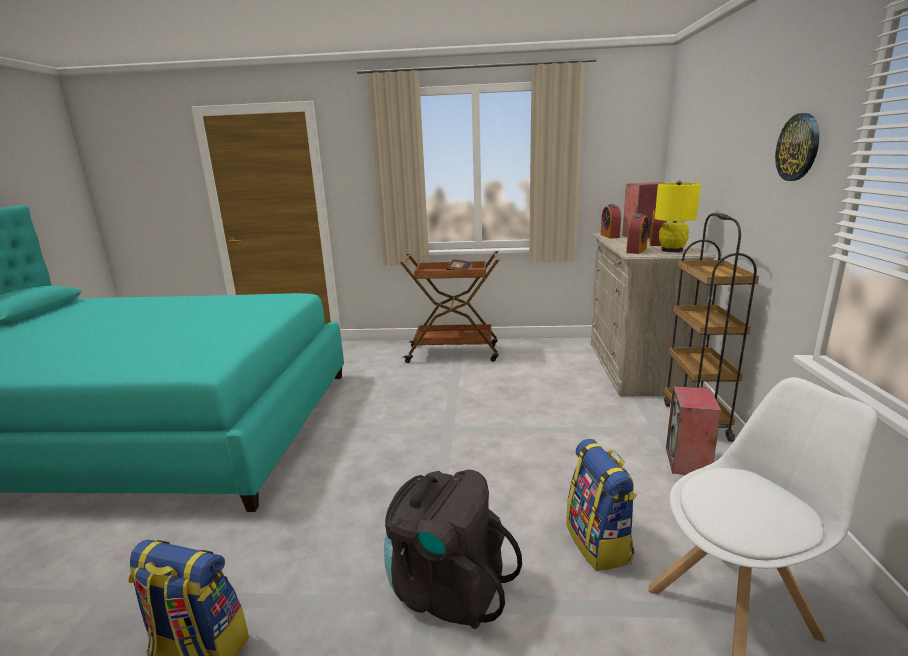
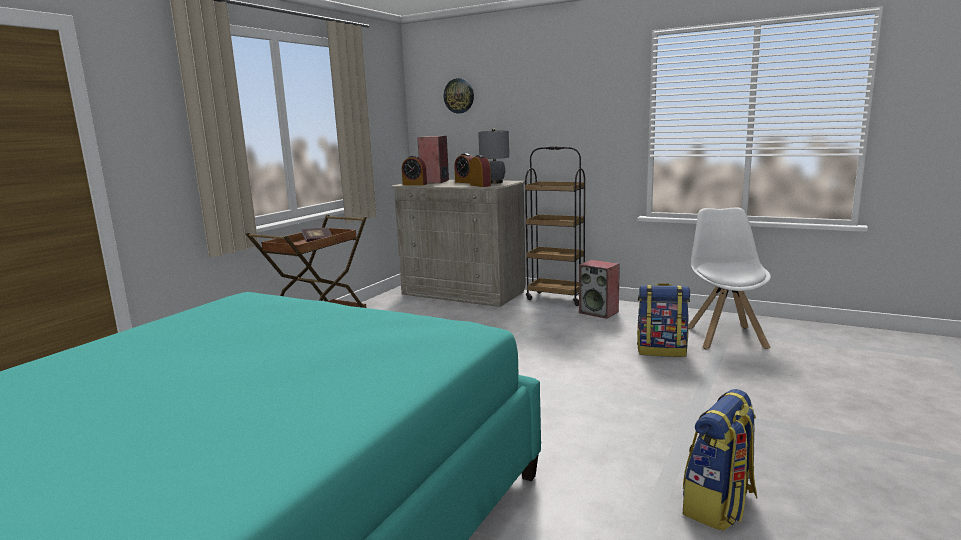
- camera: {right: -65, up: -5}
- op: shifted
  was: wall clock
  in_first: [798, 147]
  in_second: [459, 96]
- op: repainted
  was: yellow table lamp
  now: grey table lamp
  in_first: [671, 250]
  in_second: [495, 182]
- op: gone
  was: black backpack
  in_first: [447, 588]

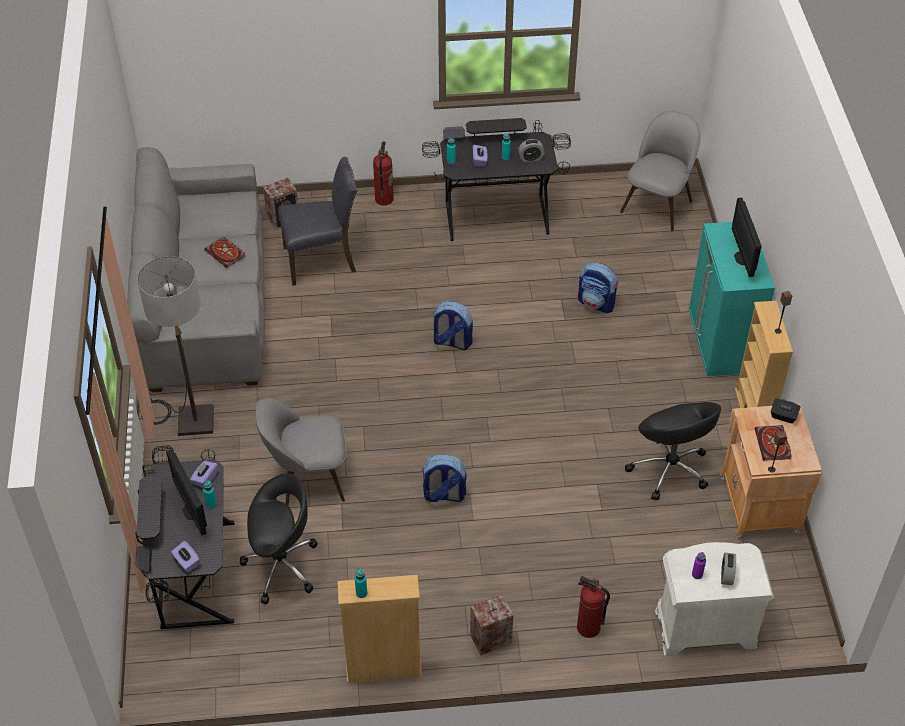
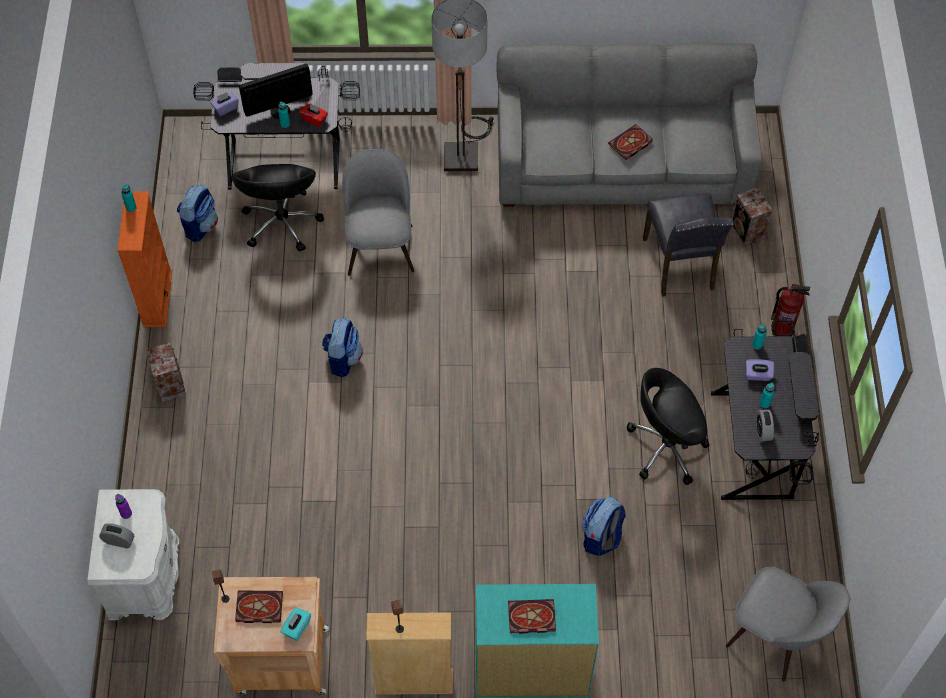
- camera: {right: 95, up: 10}
- op: swapped
  was: monitor
  now: book
  in_first: [743, 258]
  in_second: [530, 618]
- op: shifted
  was: backpack
  in_first: [451, 342]
  in_second: [200, 226]
- op: repainted
  was: black tissue box
  now: turquoise tissue box
  in_first: [783, 416]
  in_second: [296, 627]
- op: shifted
  was: black office chair
  in_first: [670, 471]
  in_second: [664, 448]
- op: repainted
  was: purple tissue box
  now: red tissue box
  in_first: [205, 479]
  in_second: [314, 119]
- op: repainted
  was: beige bookcase
  now: orange bookcase
  in_first: [383, 669]
  in_second: [157, 298]
- op: gone
  was: fire extinguisher
  in_first: [588, 628]

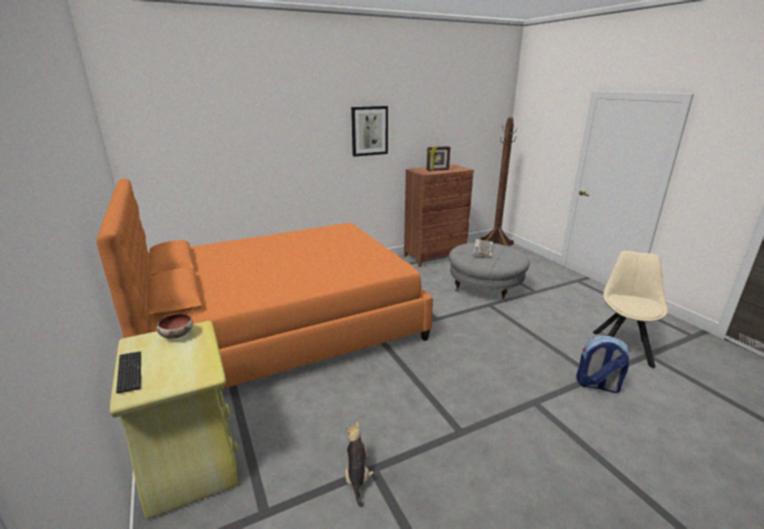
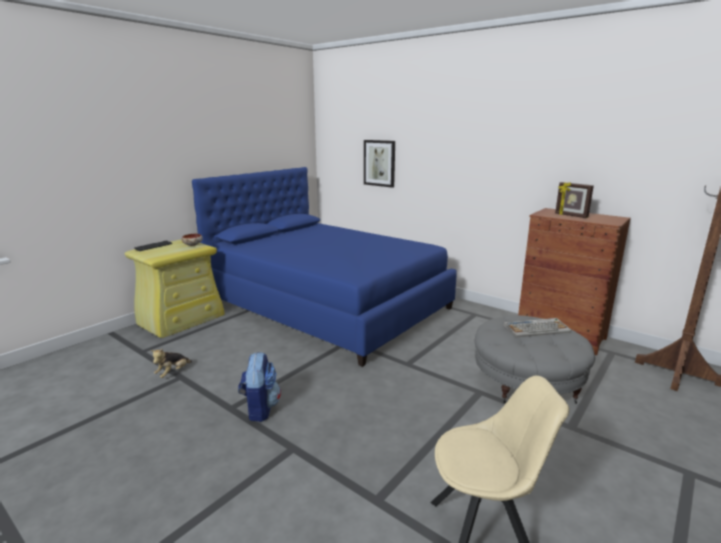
- camera: {right: 65, up: -5}
- op: shifted
  was: picture
  in_first: [369, 131]
  in_second: [379, 163]
- op: repainted
  was: orange bed
  now: blue bed
  in_first: [283, 327]
  in_second: [327, 304]
- op: shifted
  was: backpack
  in_first: [597, 385]
  in_second: [260, 409]
- op: rotated
  was: plush toy
  in_first: [357, 476]
  in_second: [173, 373]
  clockwise: 150

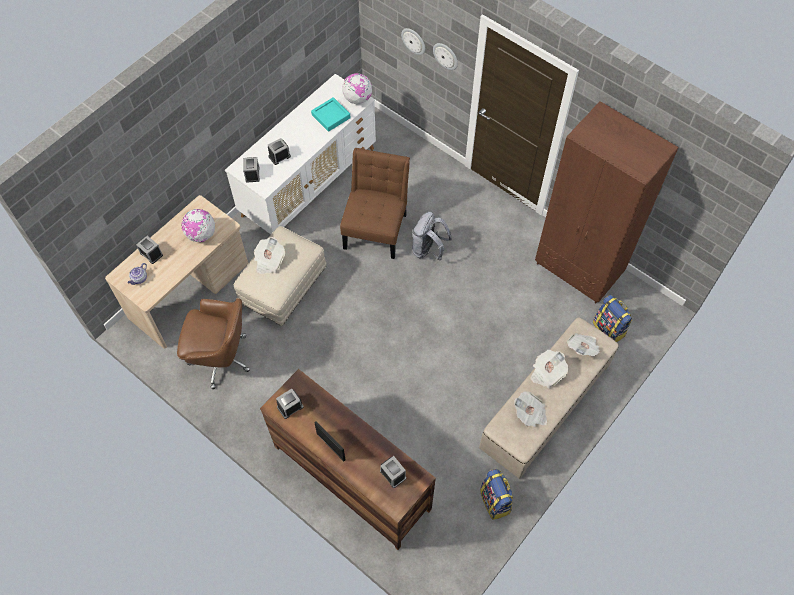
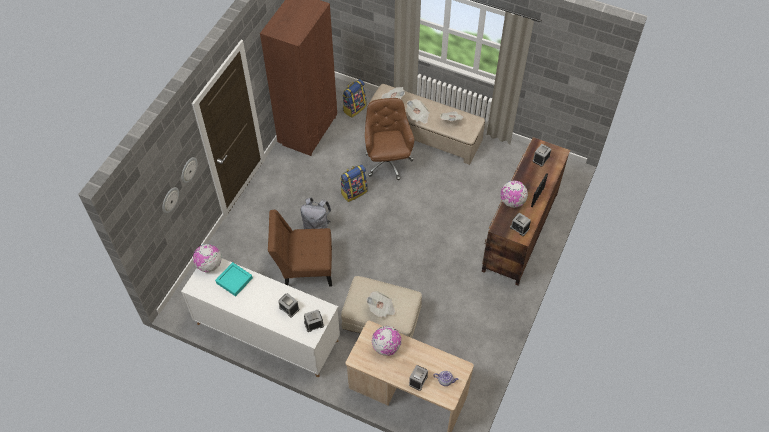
- camera: {right: -105, up: -5}
- op: shifted
  was: brown office chair
  in_first: [221, 358]
  in_second: [388, 162]
- op: shifted
  was: backpack
  in_first: [495, 501]
  in_second: [354, 191]
- op: new
  now: globe
  in_second: [512, 202]

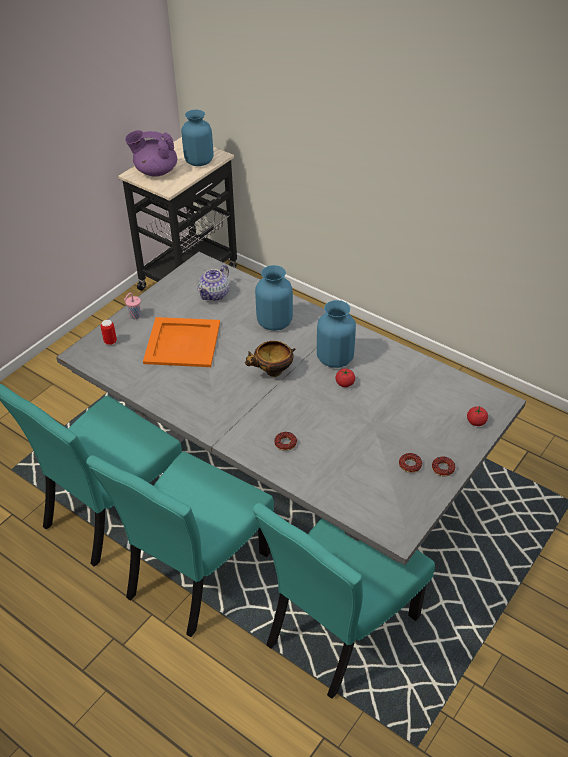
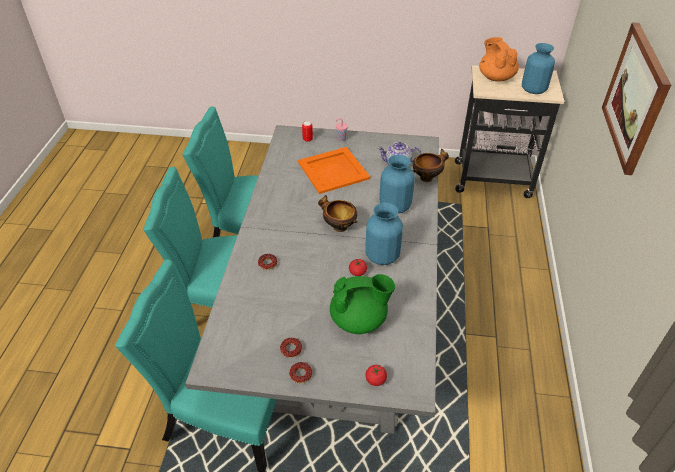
- camera: {right: 60, up: 0}
- op: repainted
  was: purple teapot
  now: orange teapot
  in_first: [155, 171]
  in_second: [496, 77]
- op: new
  now: picture
  in_second: [635, 98]
- op: new
  now: bowl
  in_second: [427, 177]
- op: new
  now: green teapot
  in_second: [359, 320]

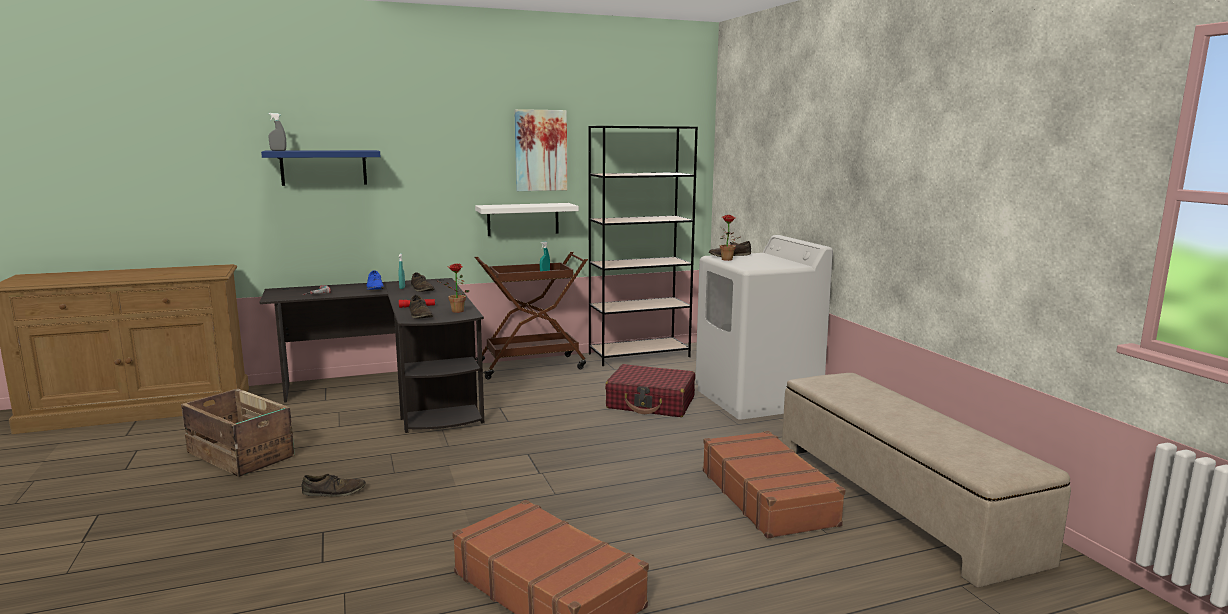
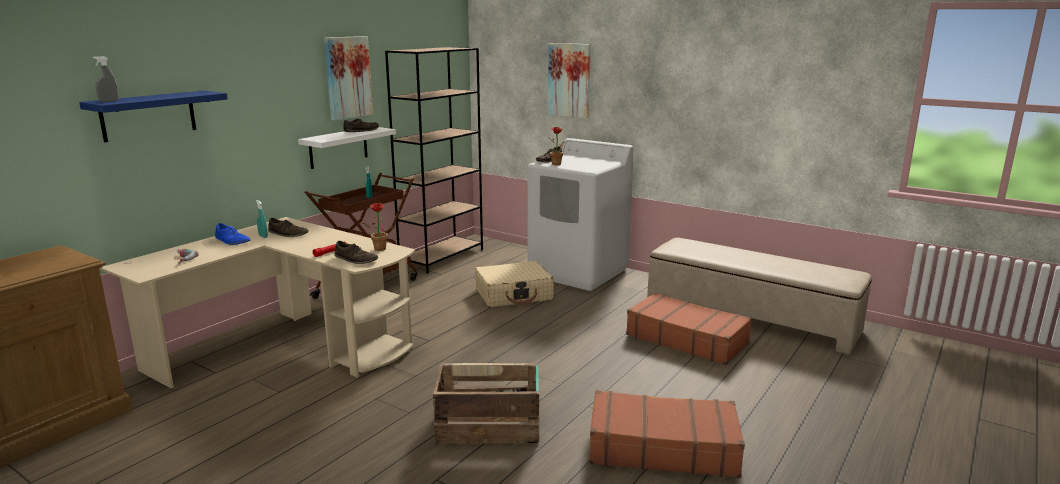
- camera: {right: -35, up: 5}
- op: repainted
  was: black desk
  now: beige desk
  in_first: [398, 394]
  in_second: [285, 346]
- op: repainted
  was: red suitcase
  now: beige suitcase
  in_first: [651, 403]
  in_second: [514, 295]
- op: shifted
  was: crate
  in_first: [241, 455]
  in_second: [490, 427]
- op: shifted
  was: brown shoe
  in_first: [334, 492]
  in_second: [362, 130]
- op: new
  now: picture
  in_second: [569, 80]

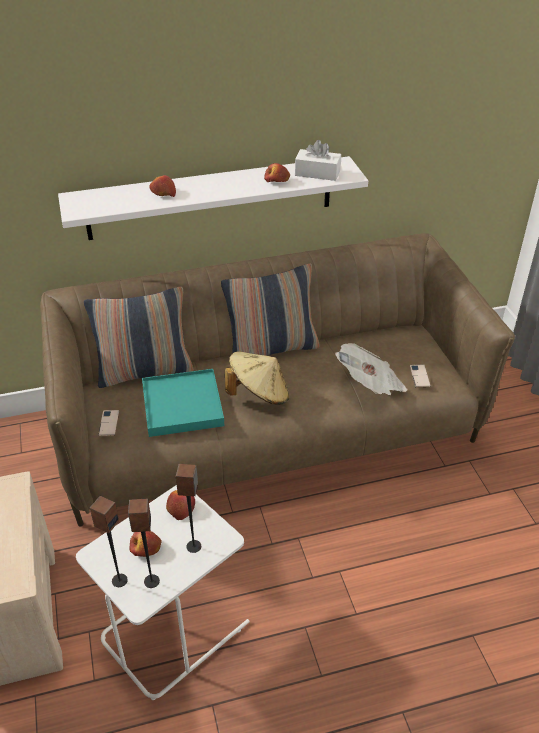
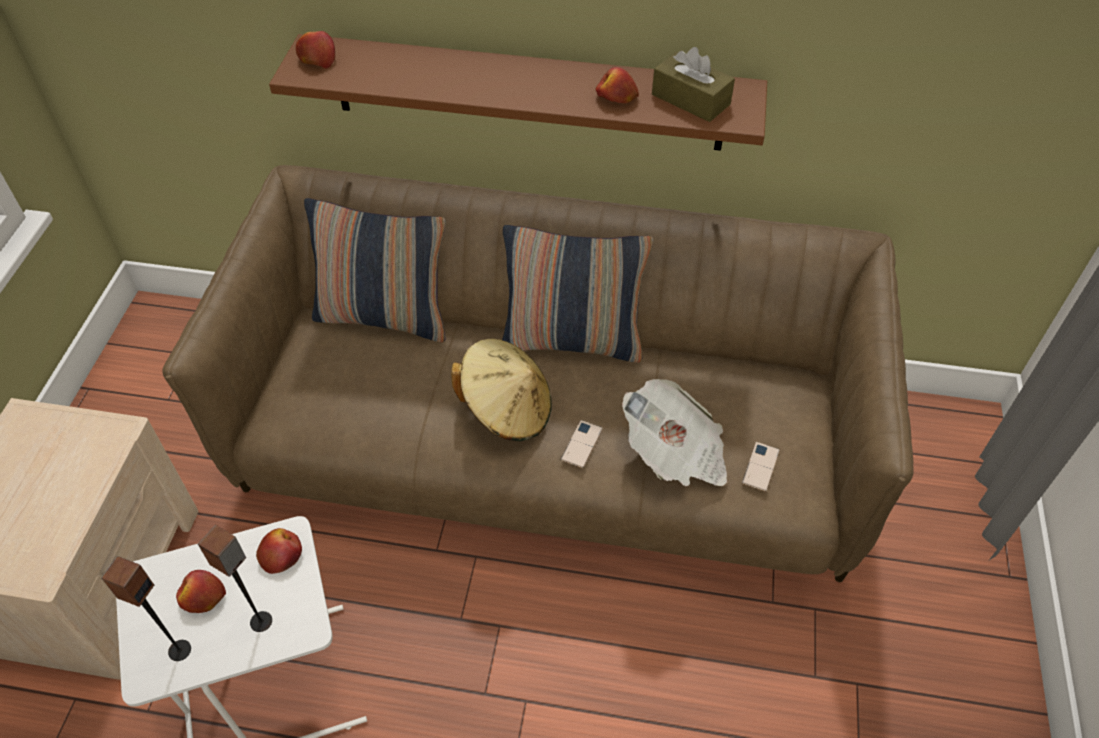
- camera: {right: 25, up: 10}
- op: repainted
  was: white tissue box
  now: brown tissue box
  in_first: [317, 173]
  in_second: [690, 99]
- op: repainted
  was: white shelf
  now: brown shelf
  in_first: [210, 198]
  in_second: [527, 93]
- op: shifted
  was: apple
  in_first: [163, 193]
  in_second: [317, 58]
- op: gone
  was: turquoise tray
  in_first: [182, 405]
- op: shifted
  was: phone
  in_first: [109, 423]
  in_second: [581, 444]
- op: gone
  was: speaker
  in_first: [119, 580]

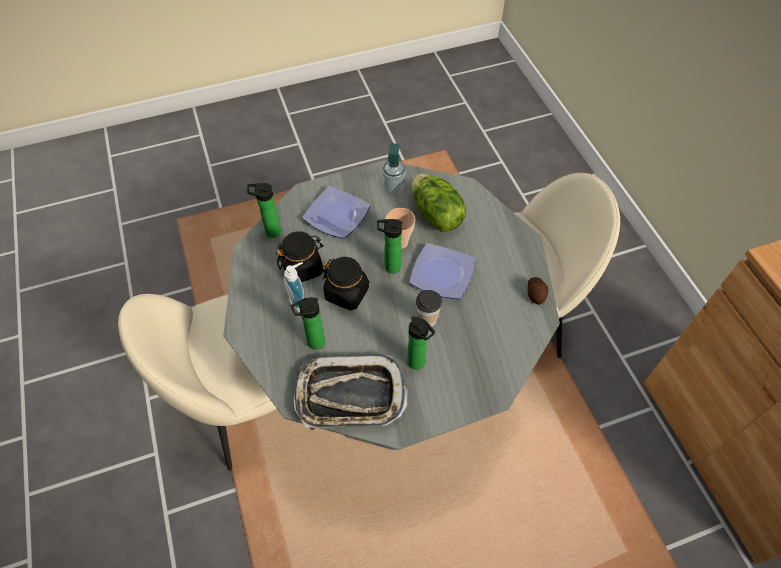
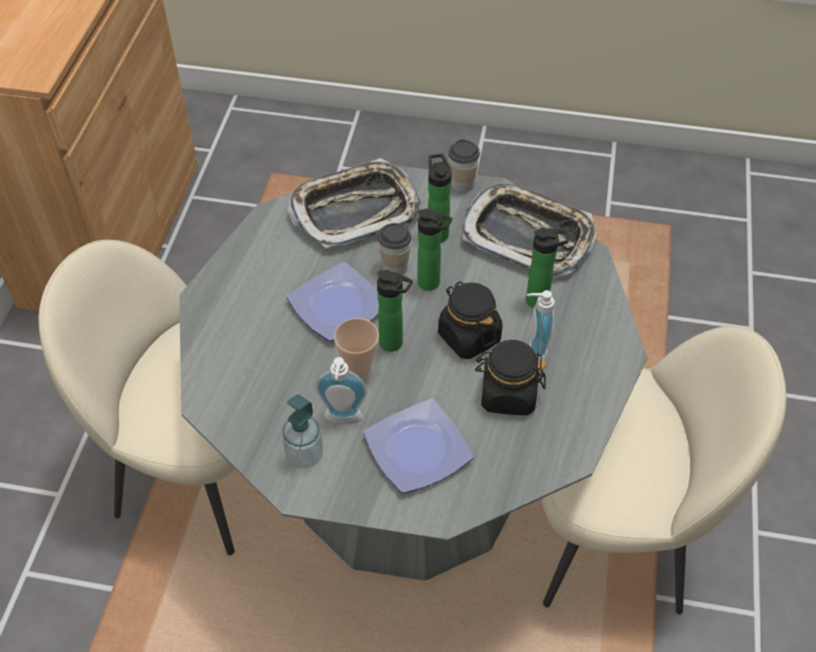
- camera: {right: -150, up: -5}
- op: gone
  was: lettuce
  in_first: [435, 215]
- op: shifted
  was: bottle
  in_first: [270, 232]
  in_second: [432, 283]
- op: gone
  was: potato
  in_first: [536, 294]
- op: new
  now: cup
  in_second: [462, 184]
- op: new
  now: tray
  in_second: [355, 210]
- op: new
  now: soap dispenser
  in_second: [343, 420]

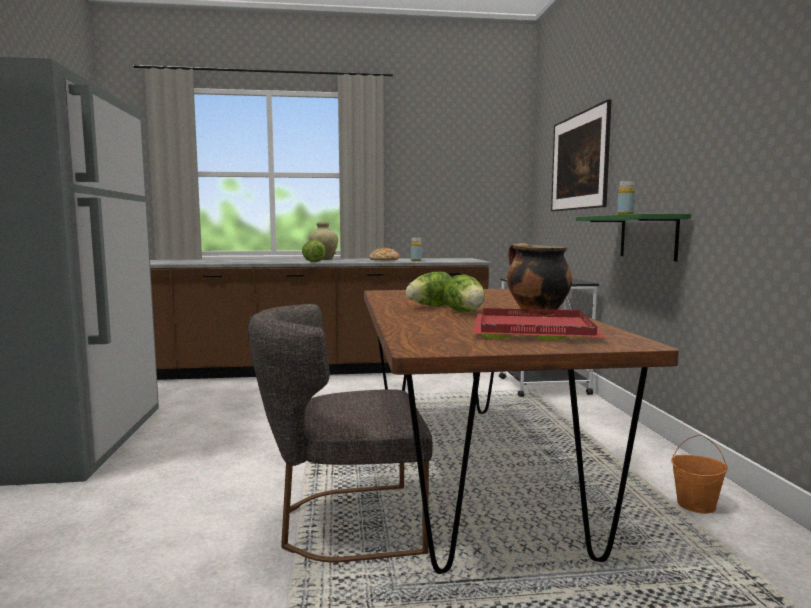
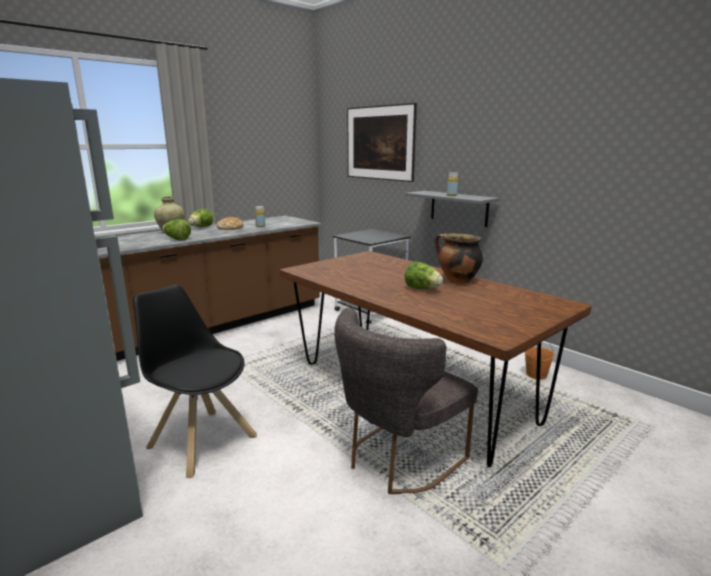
- camera: {right: -35, up: 10}
- op: repainted
  was: green shelf
  now: grey shelf
  in_first: [648, 237]
  in_second: [459, 208]
- op: shifted
  was: lettuce
  in_first: [431, 306]
  in_second: [201, 227]
- op: gone
  was: red tray
  in_first: [536, 329]
- op: new
  now: black chair
  in_second: [201, 440]

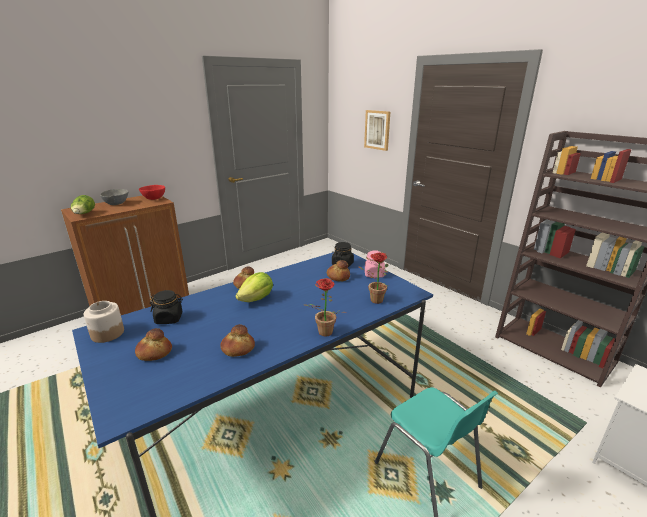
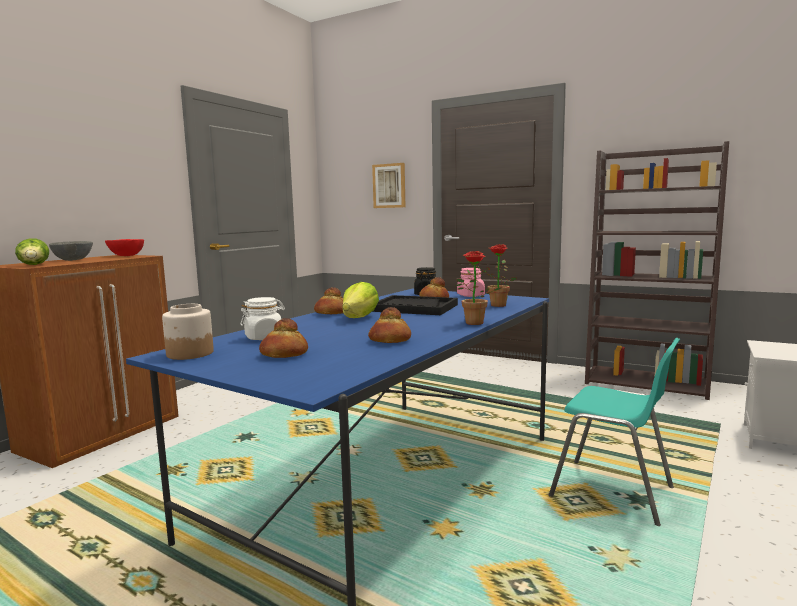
- camera: {right: -20, up: -15}
- op: repainted
  was: black jar
  now: white jar
  in_first: [169, 318]
  in_second: [264, 337]
- op: new
  now: black tray
  in_second: [414, 308]

